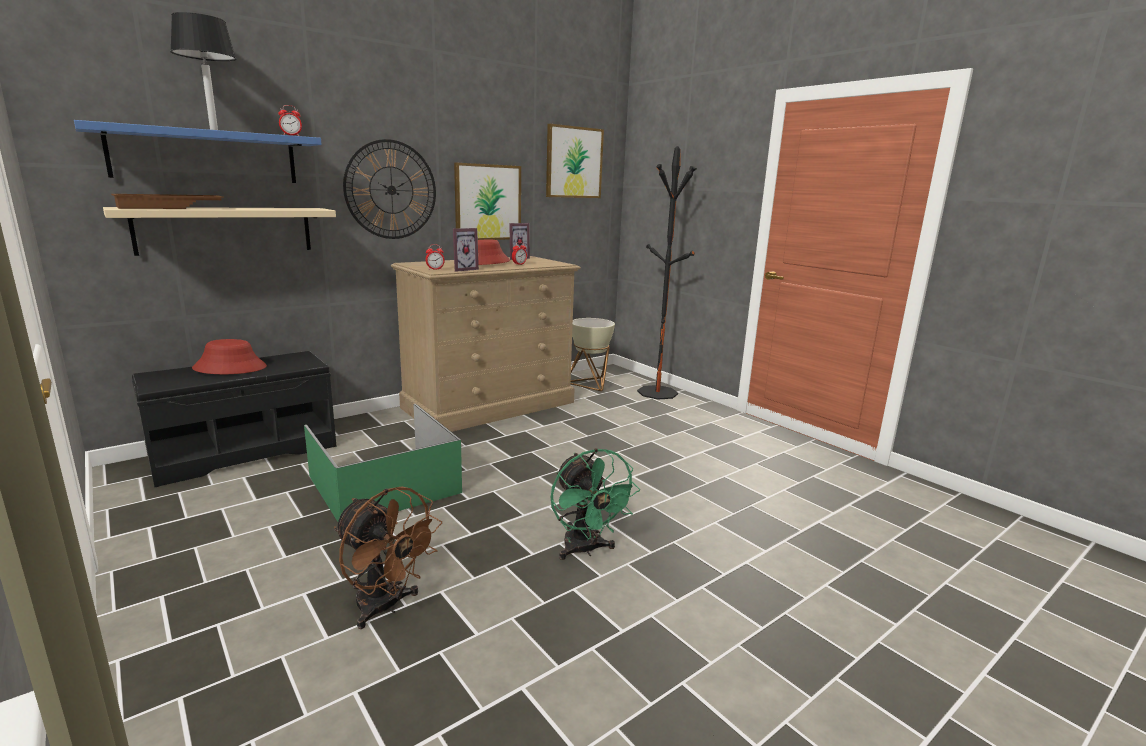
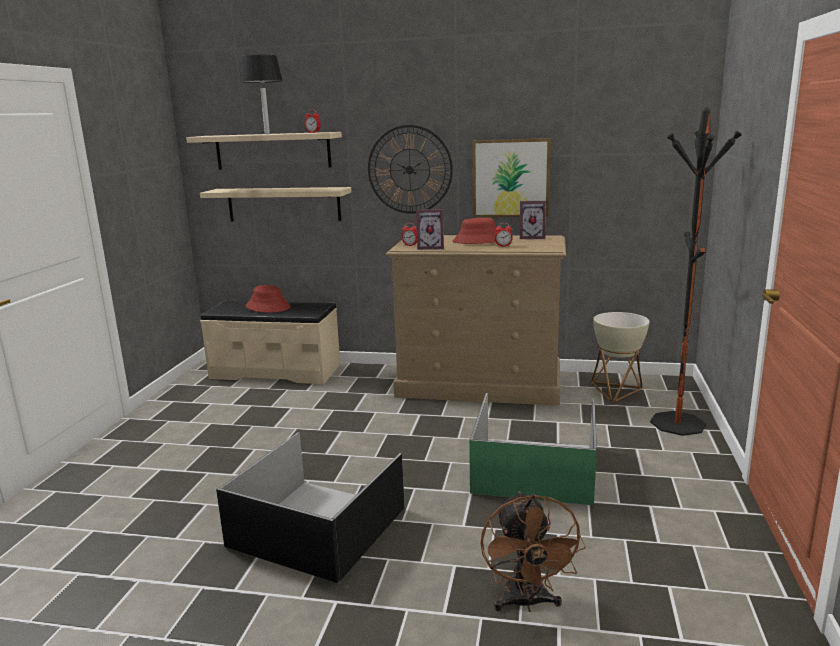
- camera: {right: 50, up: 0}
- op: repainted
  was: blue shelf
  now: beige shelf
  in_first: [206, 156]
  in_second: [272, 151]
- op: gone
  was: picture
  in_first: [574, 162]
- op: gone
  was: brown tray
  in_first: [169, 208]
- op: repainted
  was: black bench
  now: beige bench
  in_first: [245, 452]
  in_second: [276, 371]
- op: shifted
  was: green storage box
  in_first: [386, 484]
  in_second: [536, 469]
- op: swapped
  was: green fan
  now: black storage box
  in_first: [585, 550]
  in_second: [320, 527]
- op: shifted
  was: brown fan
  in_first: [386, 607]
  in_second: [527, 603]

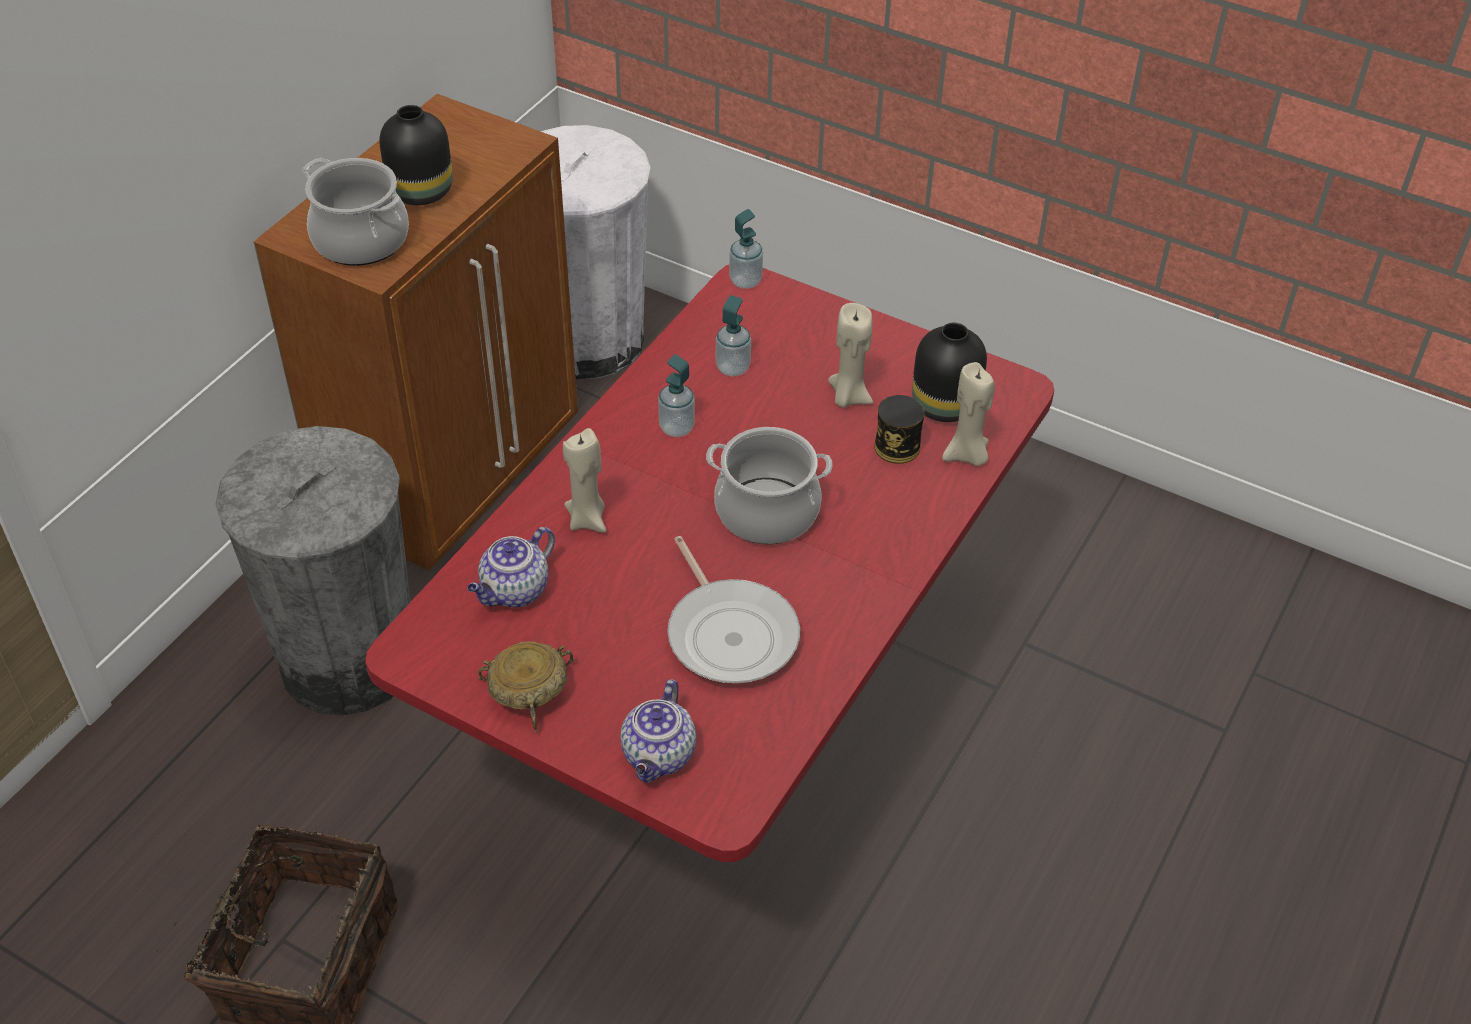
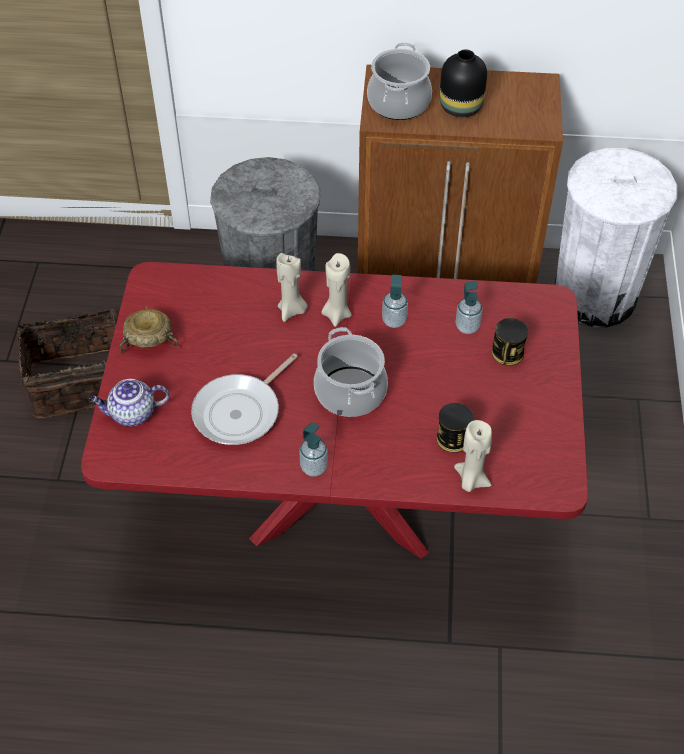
- camera: {right: 65, up: 5}
- op: shifted
  was: soap dispenser
  in_first: [745, 281]
  in_second: [314, 467]
- op: shifted
  was: beige candle
  in_first: [848, 397]
  in_second: [336, 314]
- op: gone
  was: black vase
  in_first: [945, 404]
- op: gone
  was: teapot
  in_first: [514, 591]
- op: new
  now: can
  in_second: [507, 353]

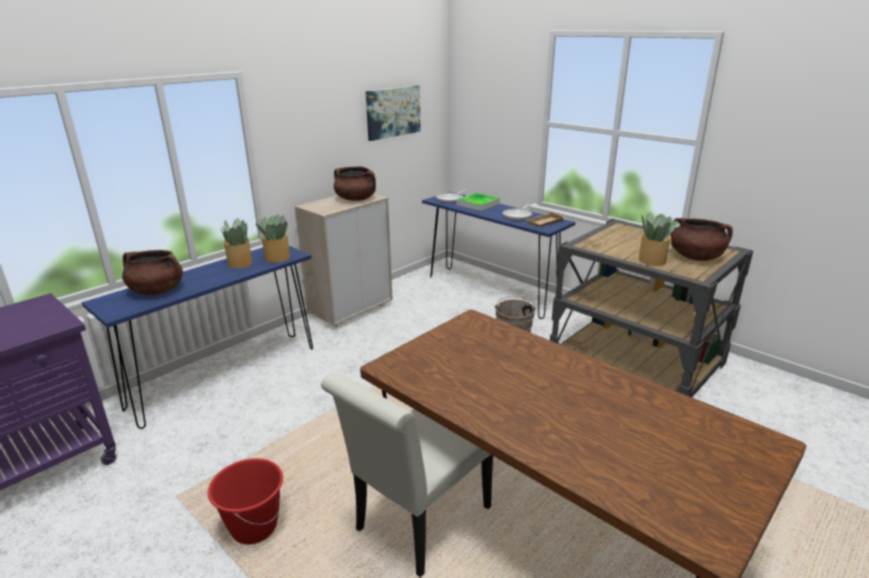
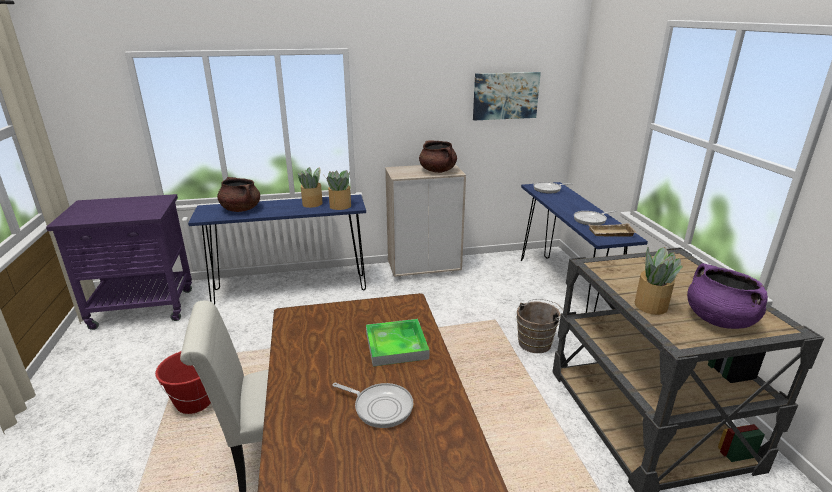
- camera: {right: 35, up: 0}
- op: shifted
  was: tray
  in_first: [478, 204]
  in_second: [396, 345]
- op: repainted
  was: brown cooking pot
  now: purple cooking pot
  in_first: [695, 257]
  in_second: [718, 320]
- op: new
  now: frying pan
  in_second: [380, 407]

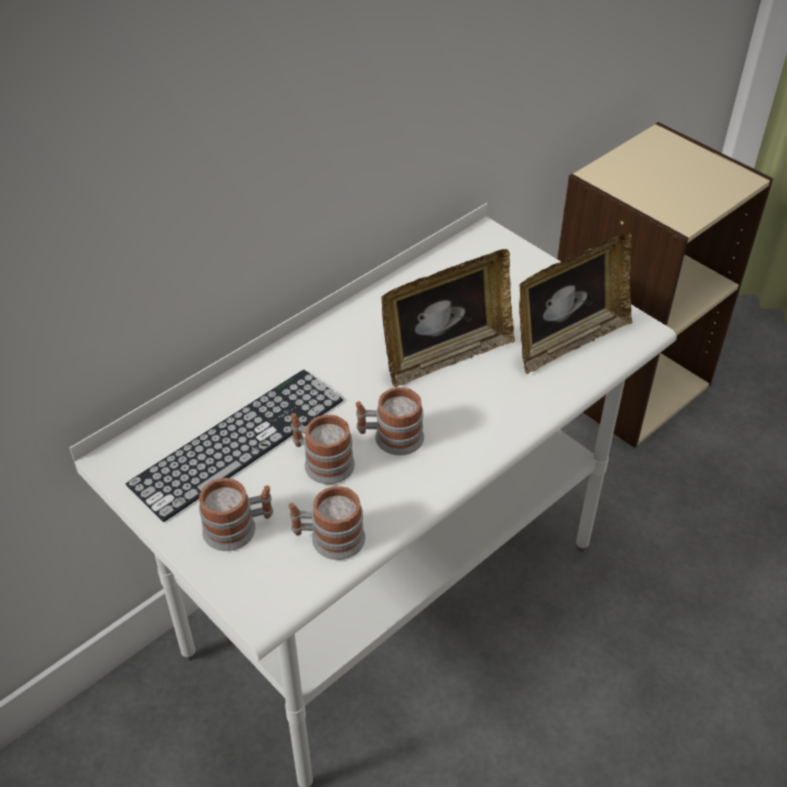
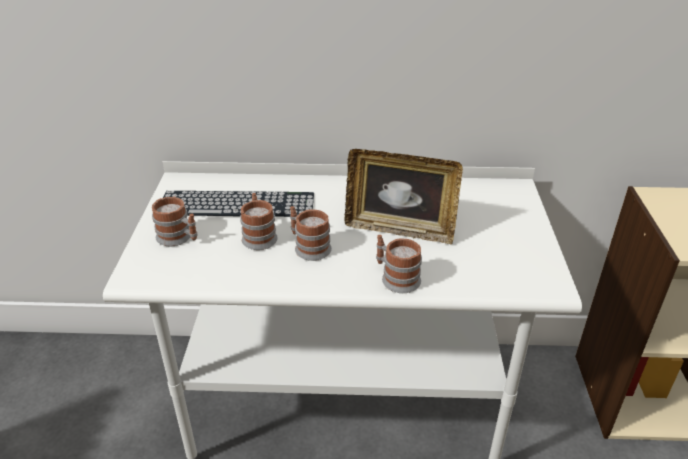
- camera: {right: 45, up: -10}
- op: gone
  was: picture frame
  in_first: [568, 341]
- op: shifted
  was: mug
  in_first: [328, 539]
  in_second: [396, 277]

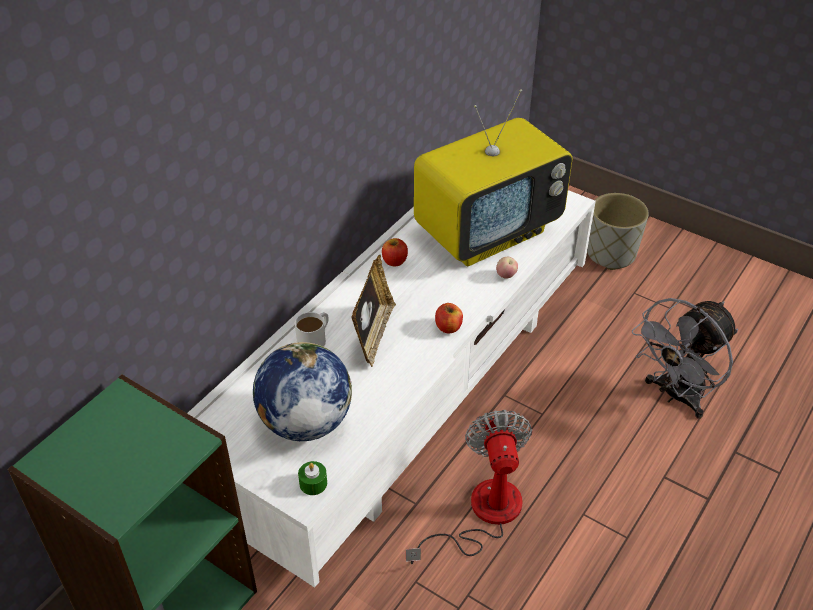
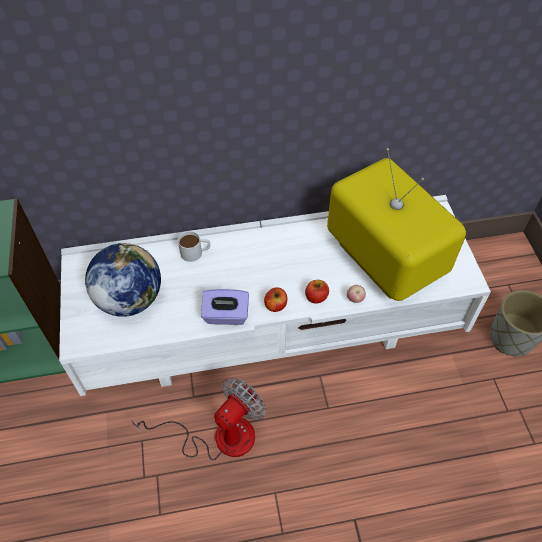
- camera: {right: 45, up: 10}
- op: rotated
  was: television
  in_first: [487, 232]
  in_second: [382, 259]
  clockwise: -135
- op: shifted
  was: apple
  in_first: [394, 261]
  in_second: [316, 297]
- op: gone
  was: picture frame
  in_first: [373, 335]
- op: gone
  was: grey fan
  in_first: [675, 396]
- op: gone
  was: green candle
  in_first: [313, 483]
- op: new
  now: purple tissue box
  in_second: [226, 316]

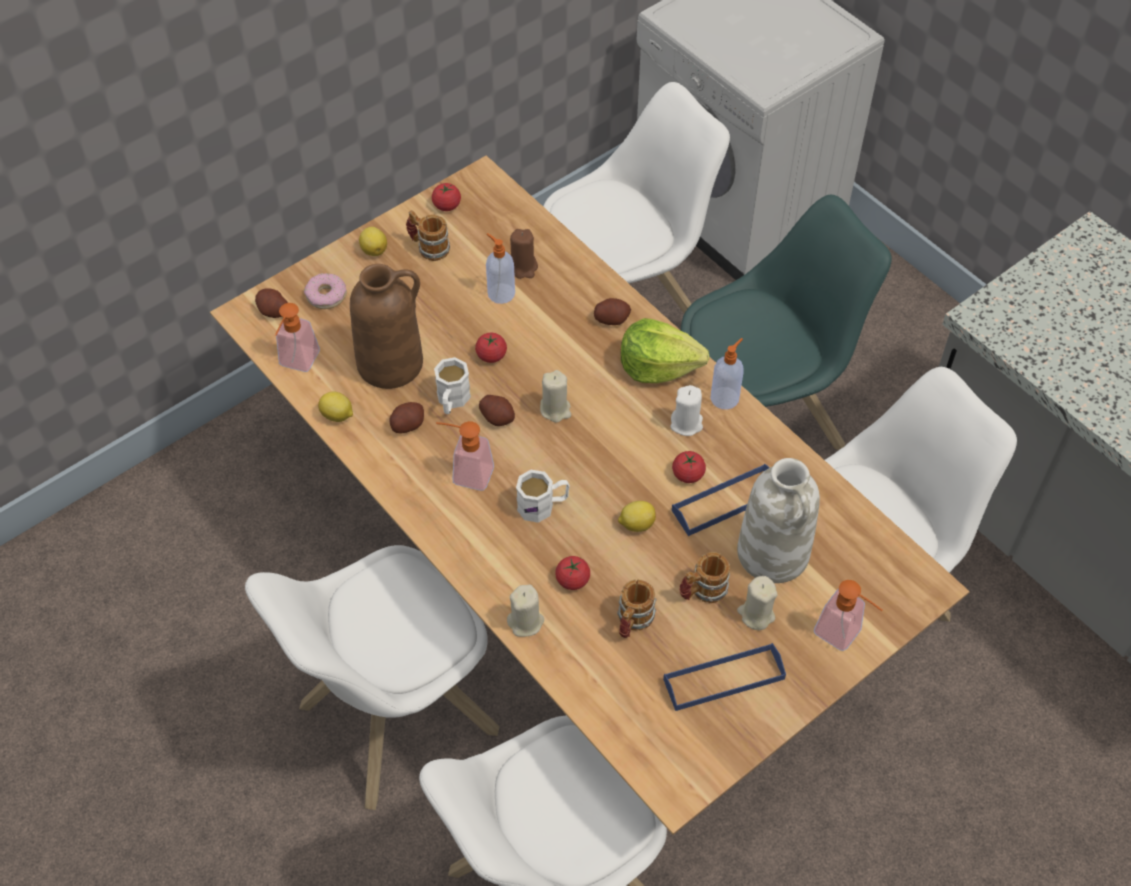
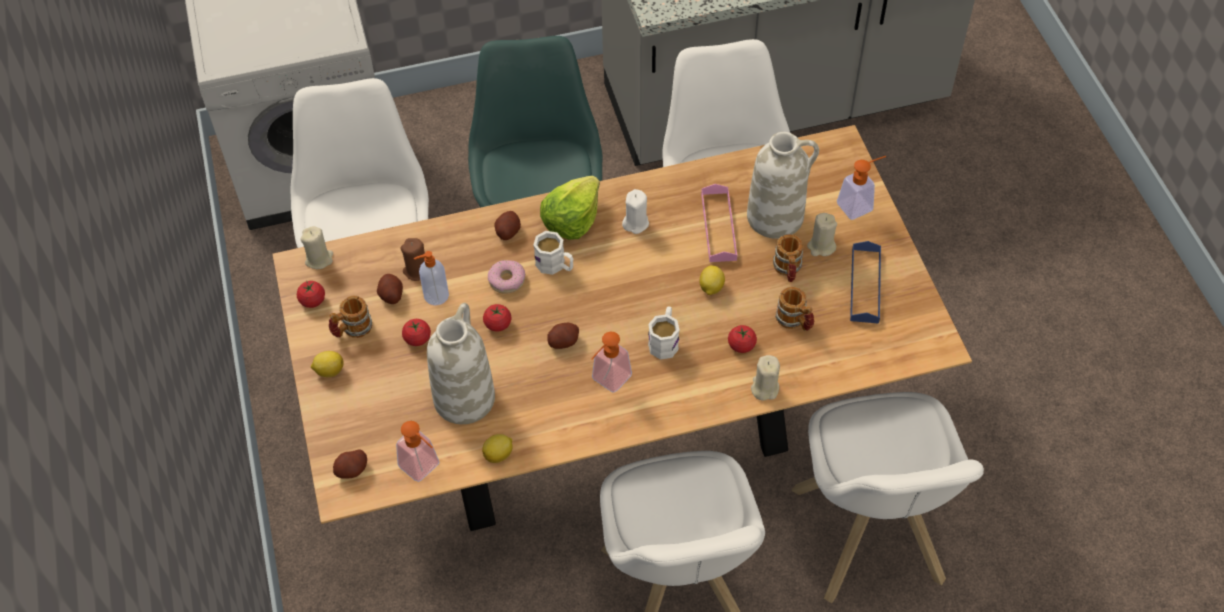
- camera: {right: -65, up: 0}
- op: repainted
  was: brown vase
  now: white vase
  in_first: [391, 362]
  in_second: [464, 397]
- op: shifted
  was: donut
  in_first: [326, 295]
  in_second: [507, 280]
- op: gone
  was: soap dispenser
  in_first: [725, 397]
- op: shifted
  was: white mug
  in_first: [452, 401]
  in_second: [555, 265]
- op: shifted
  was: beige candle
  in_first: [555, 409]
  in_second: [319, 259]
- op: shifted
  was: potato
  in_first: [407, 424]
  in_second: [391, 295]
- op: shifted
  was: tomato
  in_first: [688, 474]
  in_second: [417, 339]
- op: repainted
  was: blue tray
  now: pink tray
  in_first: [726, 502]
  in_second: [718, 226]

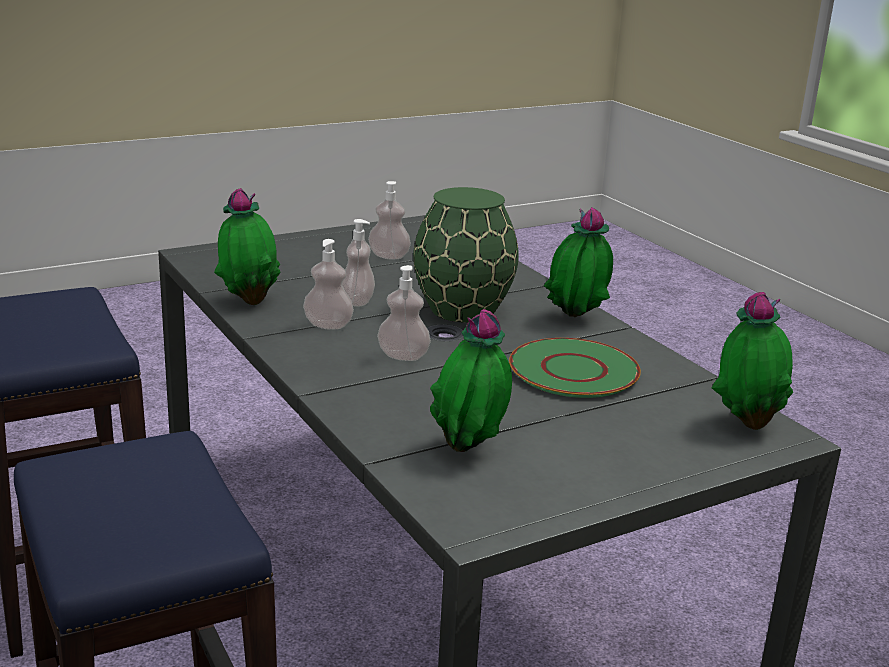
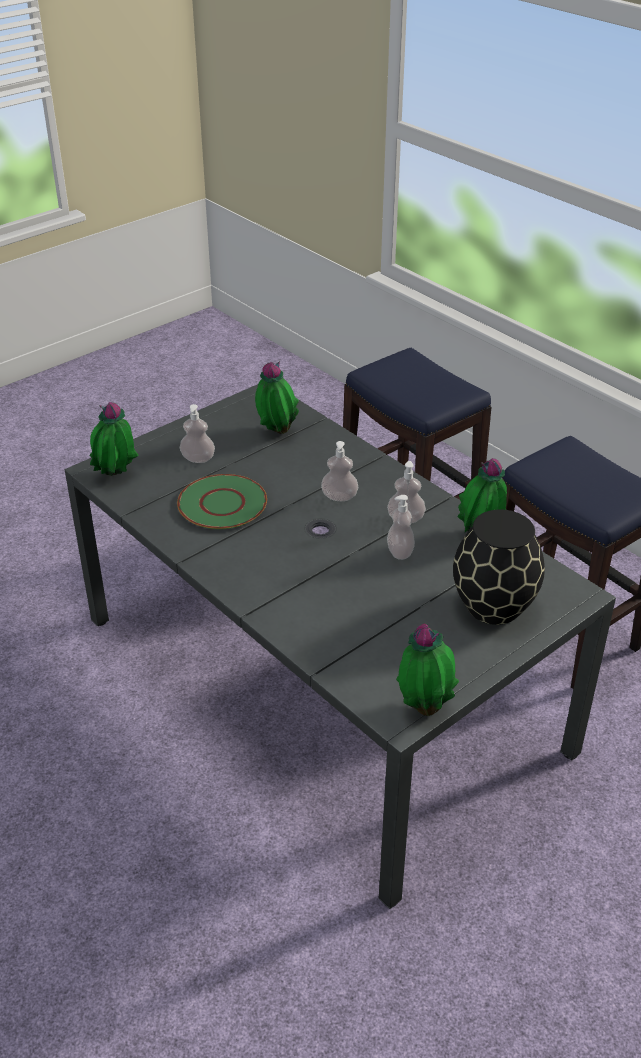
- camera: {right: 170, up: 15}
- op: shifted
  was: soap dispenser
  in_first: [389, 256]
  in_second: [198, 459]
- op: gone
  was: green vase
  in_first: [462, 309]
- op: shifted
  was: potted plant
  in_first: [575, 319]
  in_second: [424, 707]
- op: new
  now: black vase
  in_second: [493, 605]

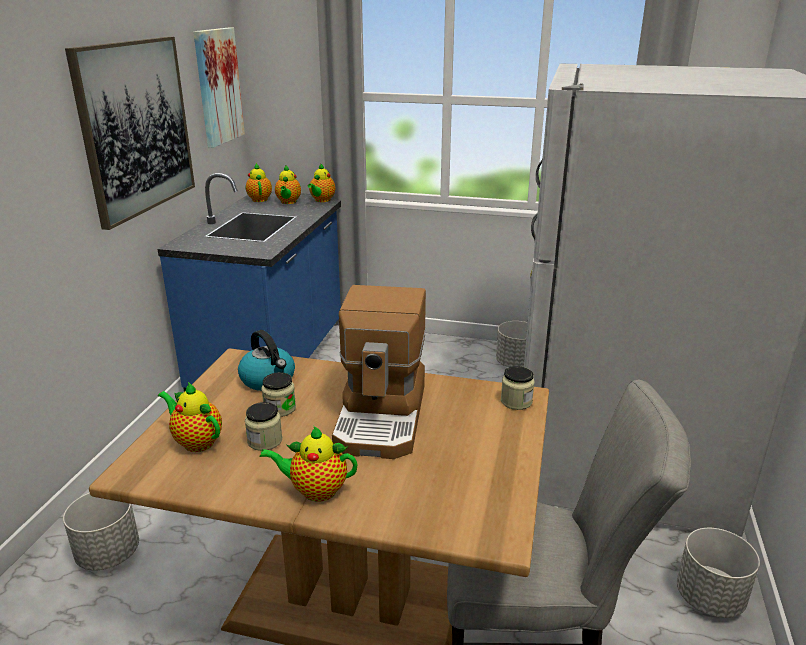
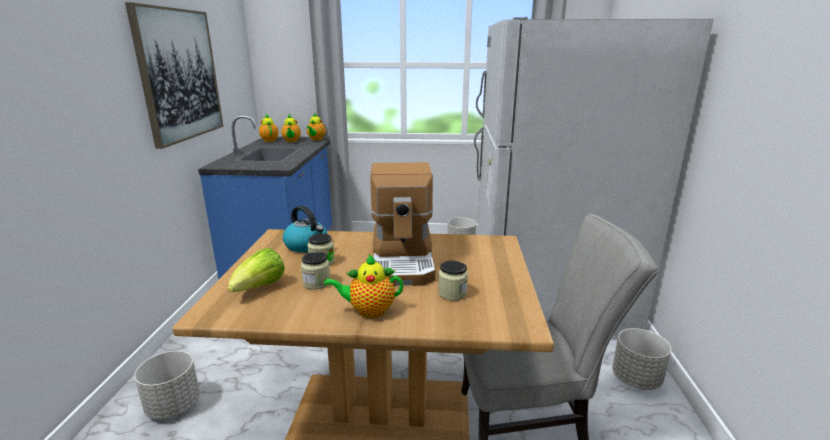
- camera: {right: -10, up: -5}
- op: gone
  was: picture
  in_first: [218, 86]
- op: shifted
  was: jar
  in_first: [516, 401]
  in_second: [452, 293]
- op: swapped
  was: teapot
  now: lettuce
  in_first: [196, 441]
  in_second: [259, 288]

